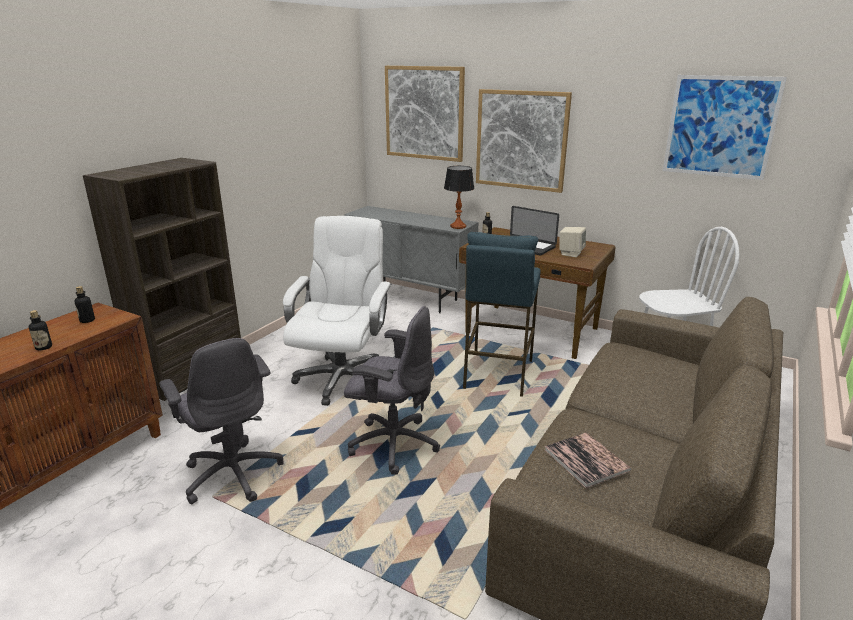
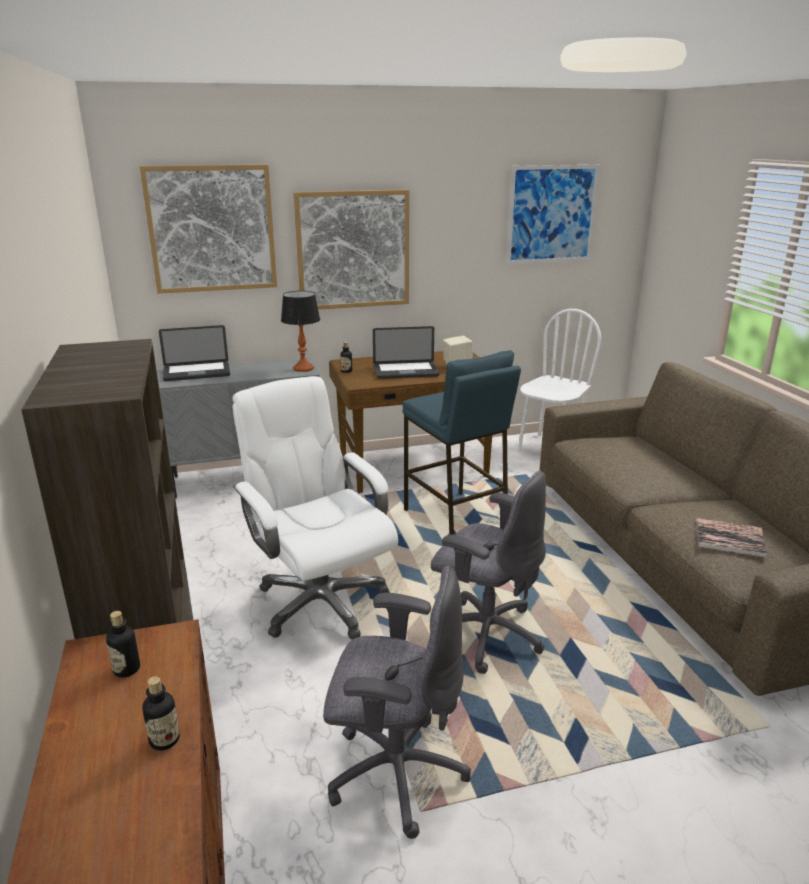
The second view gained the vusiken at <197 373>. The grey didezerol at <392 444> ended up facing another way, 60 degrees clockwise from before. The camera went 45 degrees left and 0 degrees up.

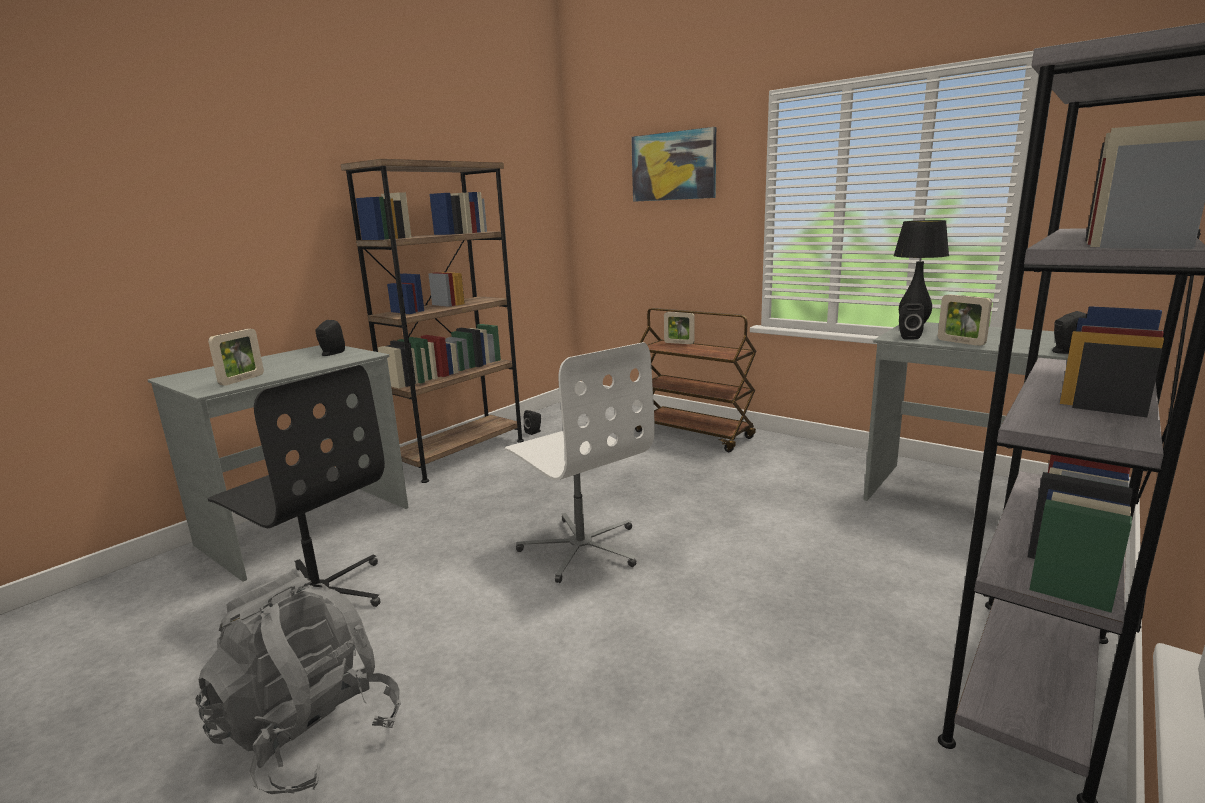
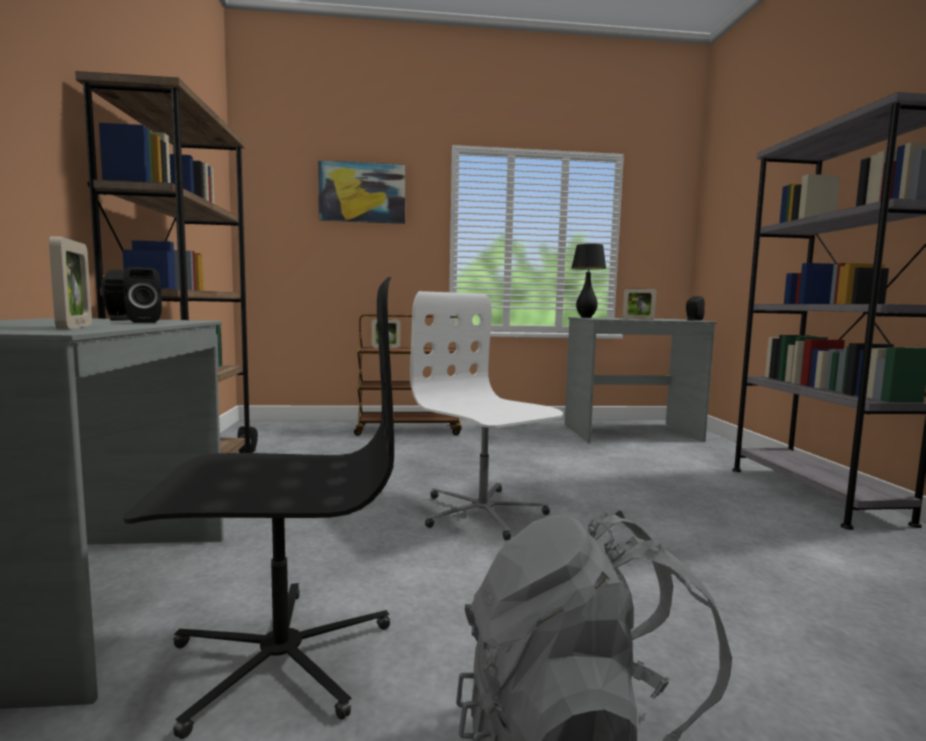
The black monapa ended up elsewhere, having gone from <907 337> to <143 322>. The white didezerol at <581 548> ended up facing another way, 135 degrees counterclockwise from before. The camera went 45 degrees left and 10 degrees down.

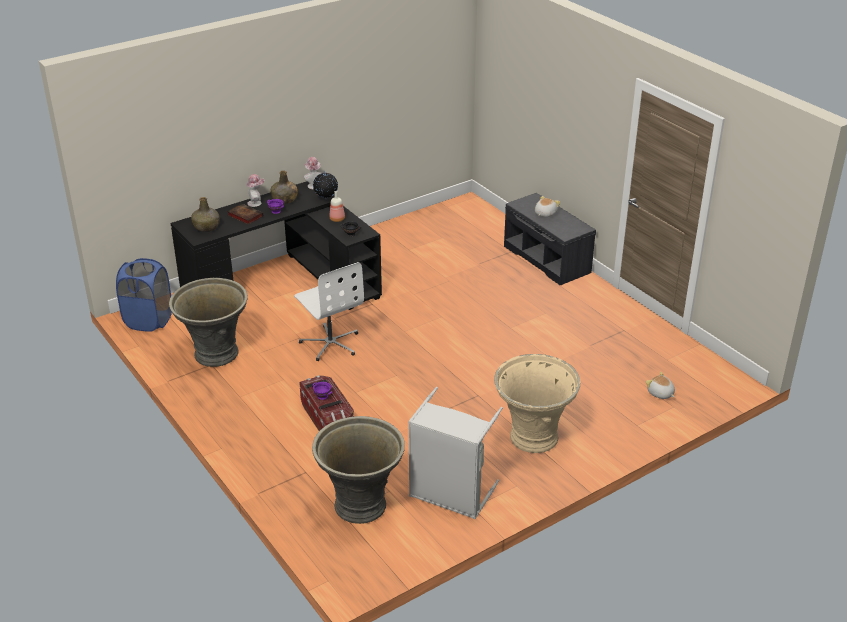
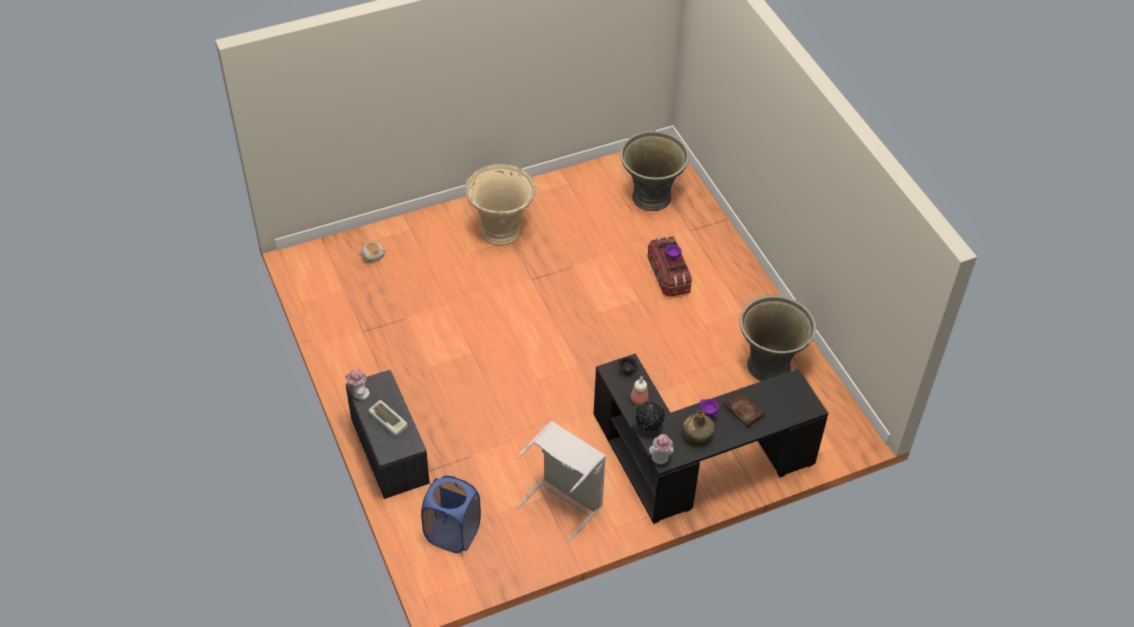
The second view lost the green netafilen at <207 227>. The second view lost the white didezerol at <330 343>. The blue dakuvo ended up elsewhere, having gone from <149 320> to <452 533>. The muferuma ended up elsewhere, having gone from <256 203> to <359 393>. The grey dakuvo ended up elsewhere, having gone from <450 495> to <565 501>. Where the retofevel stood at <544 214>, the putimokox came to stand at <389 420>. The camera went 170 degrees left and 15 degrees up.

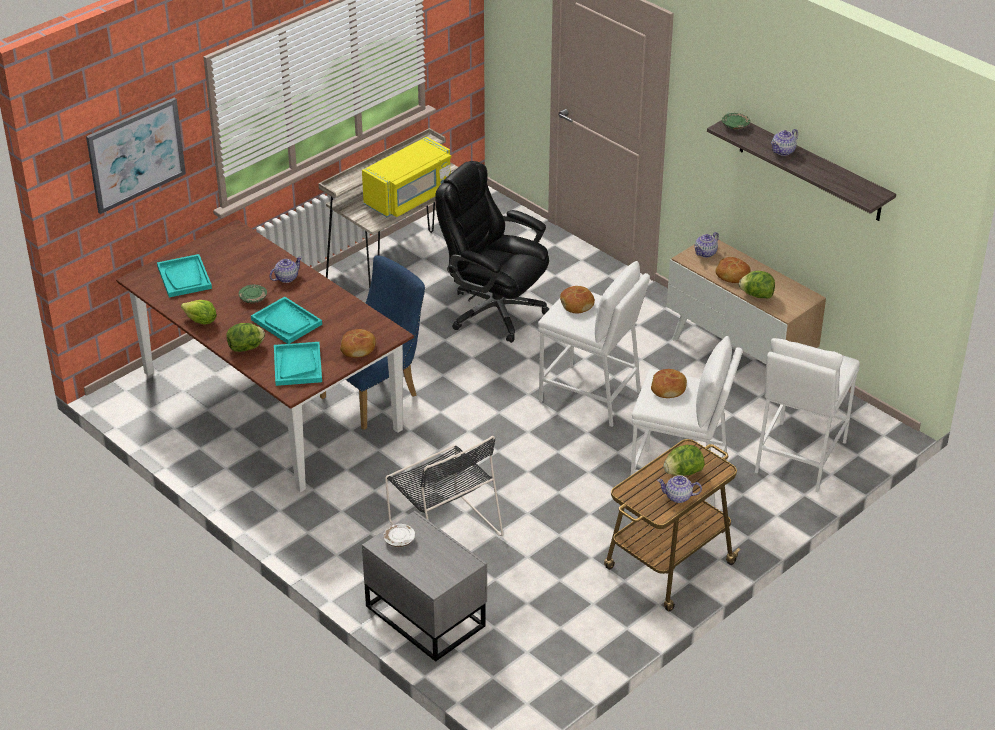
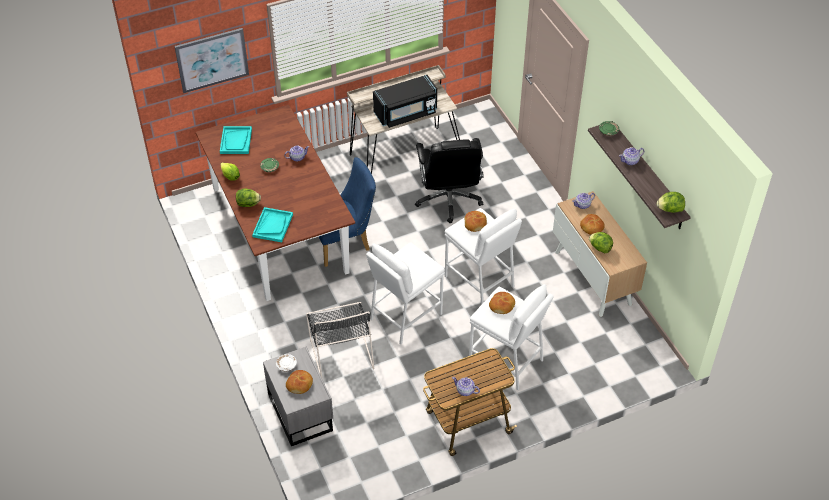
The second view lost the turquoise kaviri at <286 322>. The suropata ended up elsewhere, having gone from <358 348> to <300 384>. The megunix ended up elsewhere, having gone from <683 472> to <669 209>. The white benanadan ended up elsewhere, having gone from <799 457> to <405 316>. What was the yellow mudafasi at <409 197> turned into the black mudafasi at <406 113>. The black didezerol at <494 311> ended up facing another way, 150 degrees counterclockwise from before. The camera went 20 degrees right and 10 degrees up.

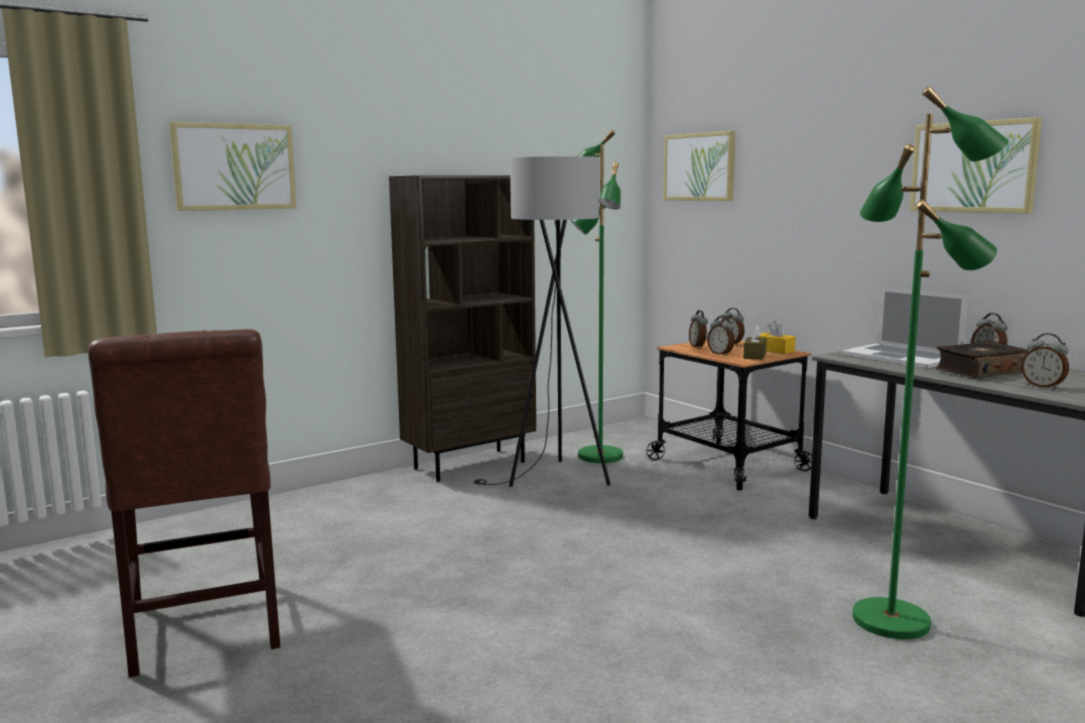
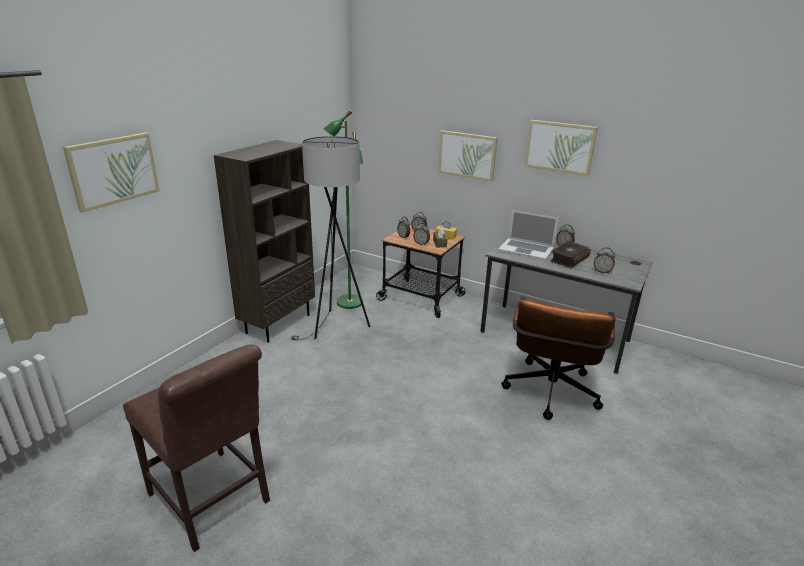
The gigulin ended up elsewhere, having gone from <699 167> to <467 155>. Where the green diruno stood at <892 620>, the brown didezerol came to stand at <549 395>. The camera went 25 degrees left and 15 degrees up.

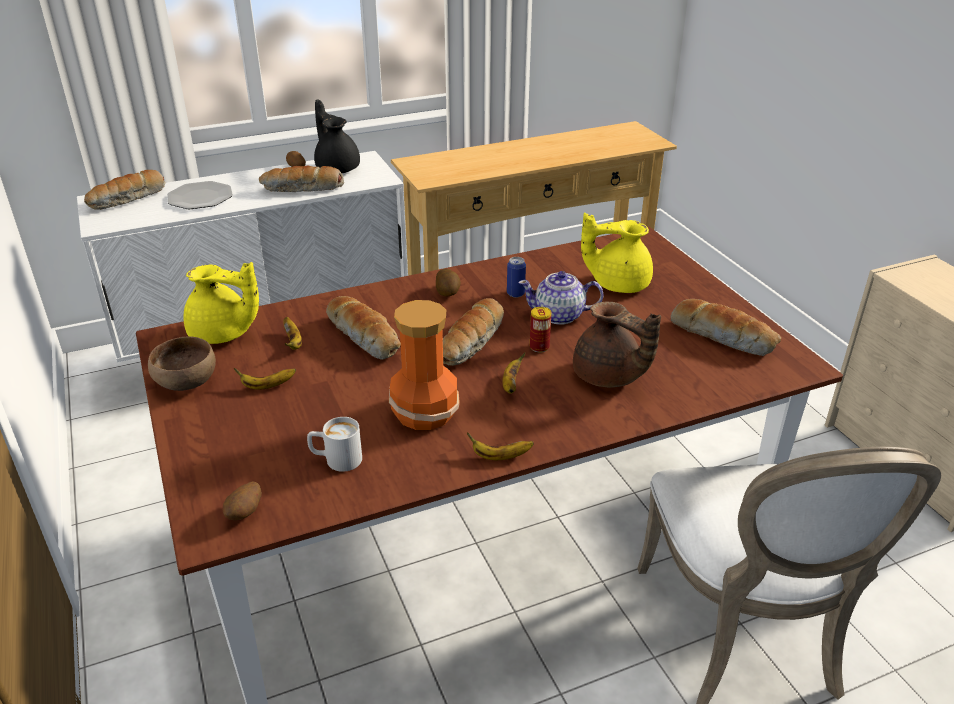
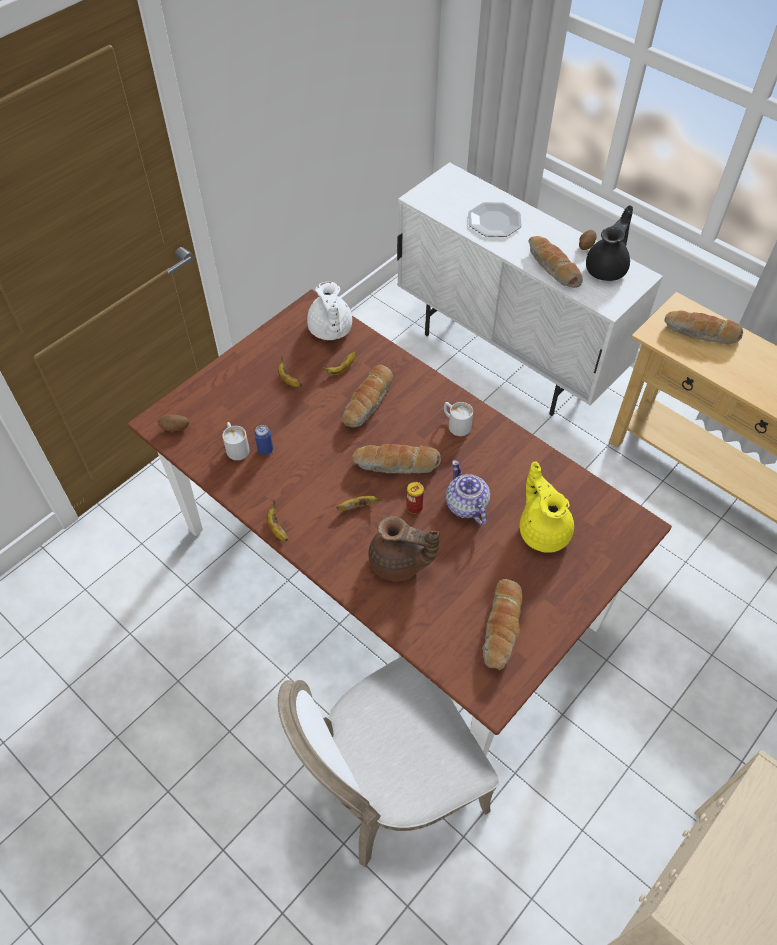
The second view lost the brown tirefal at <185 383>. The second view lost the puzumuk at <423 412>. The suropata ended up elsewhere, having gone from <128 199> to <700 334>. The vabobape ended up elsewhere, having gone from <515 293> to <265 450>. Where the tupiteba stood at <448 292>, the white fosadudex came to stand at <455 424>. What was the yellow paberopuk at <223 334> turned into the white paberopuk at <330 330>. The brown paberopuk at <608 377> ended up facing another way, 90 degrees counterclockwise from before. The camera went 65 degrees right and 20 degrees up.

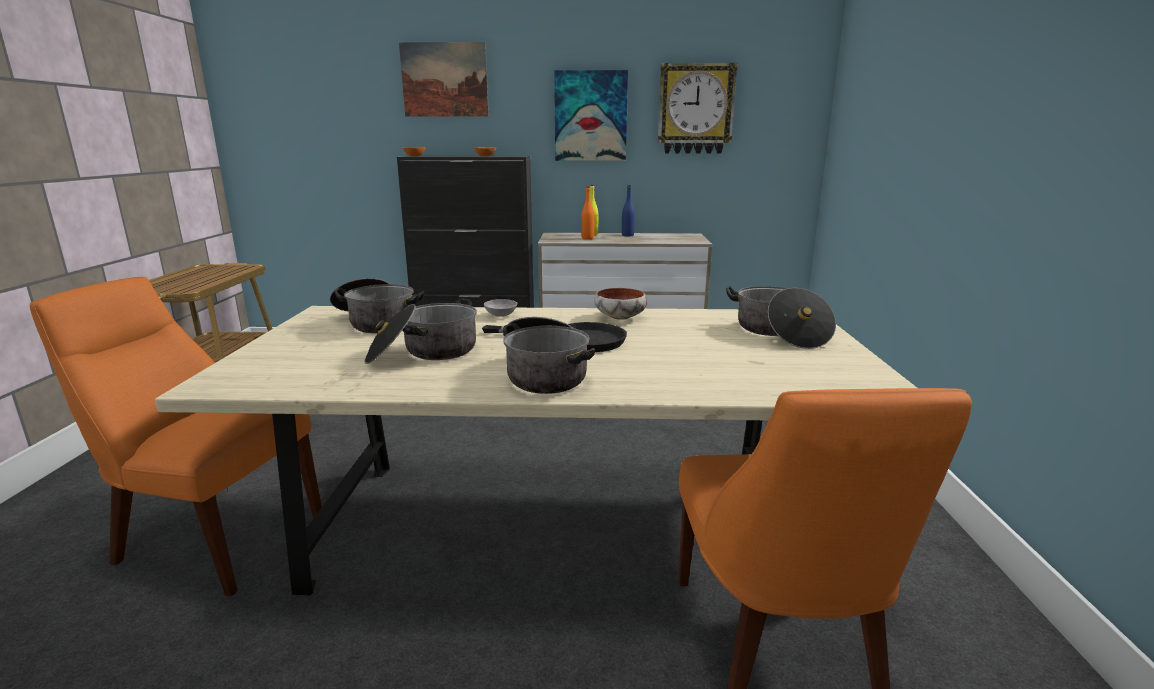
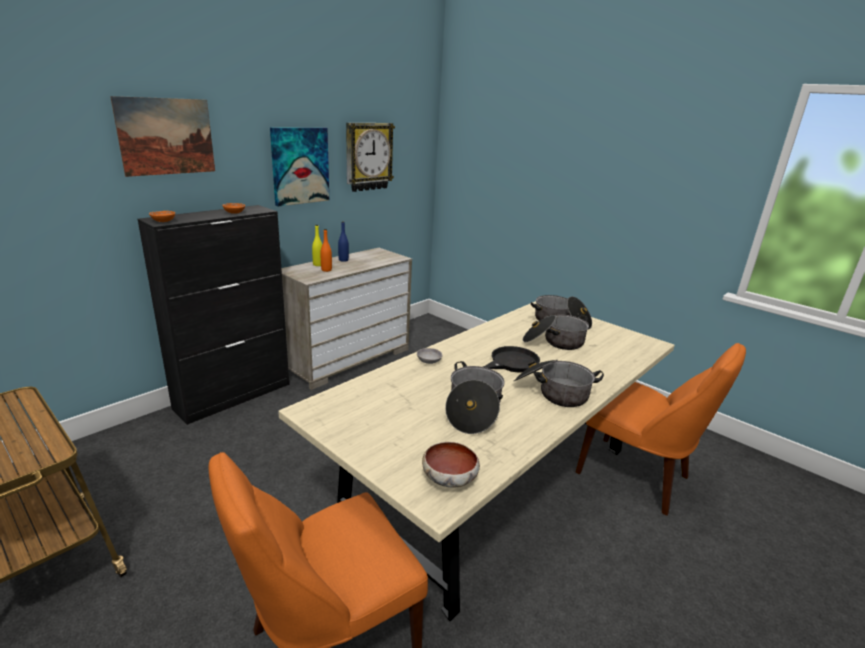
The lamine ended up elsewhere, having gone from <376 322> to <554 342>. The tirefal ended up elsewhere, having gone from <621 318> to <450 478>. The camera went 50 degrees left and 5 degrees up.

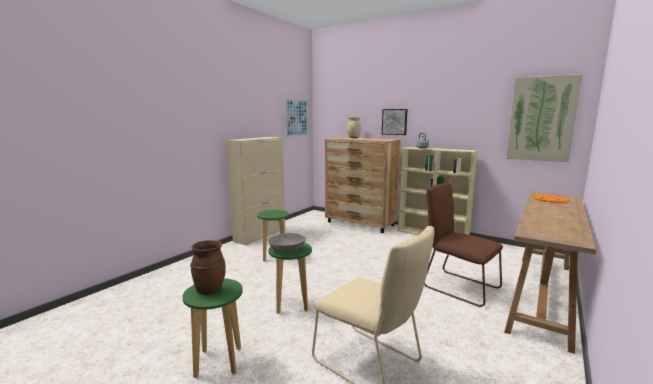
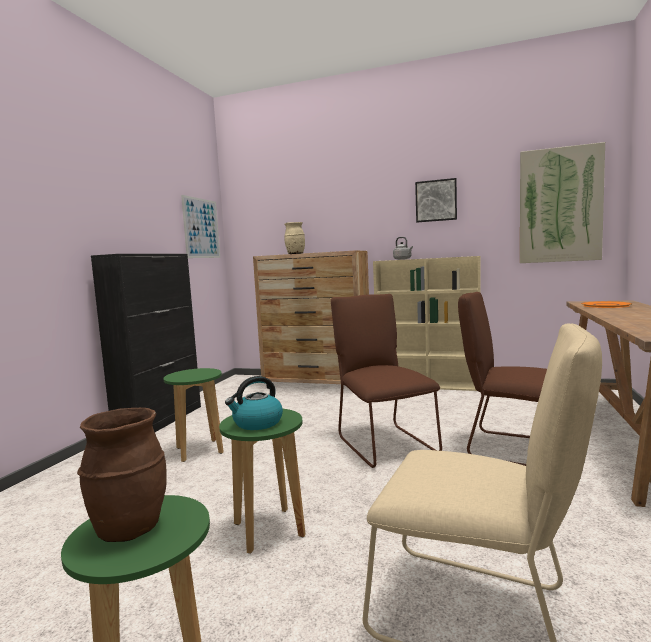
The second view gained the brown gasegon at <384 443>. The gigulin ended up elsewhere, having gone from <394 121> to <436 201>. Where the grey tirefal stood at <287 250>, the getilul came to stand at <257 423>. What was the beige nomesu at <260 235> turned into the black nomesu at <161 421>. The camera went 15 degrees left and 5 degrees down.

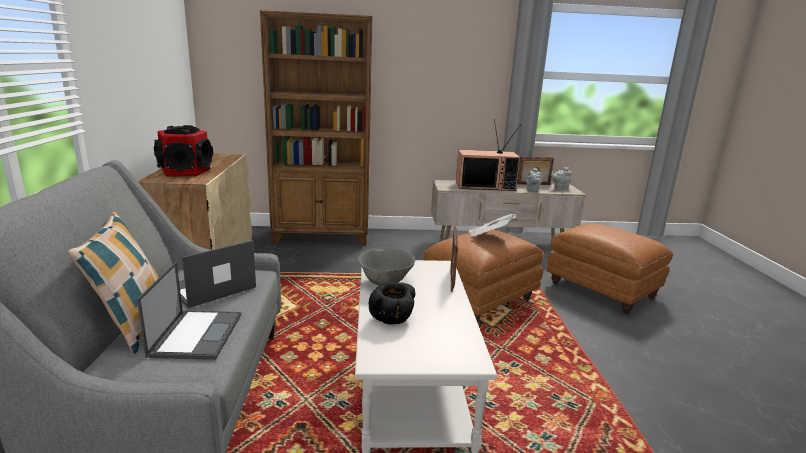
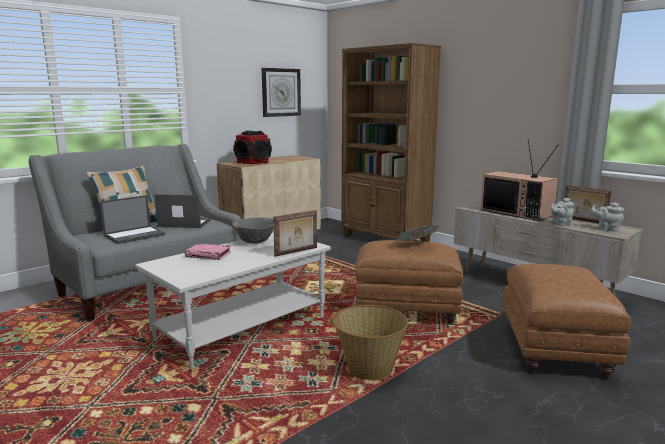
The second view gained the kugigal at <281 92>. The second view gained the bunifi at <369 368>. Where the black tirefal stood at <393 318>, the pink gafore came to stand at <209 255>. The camera went 50 degrees right and 5 degrees down.

